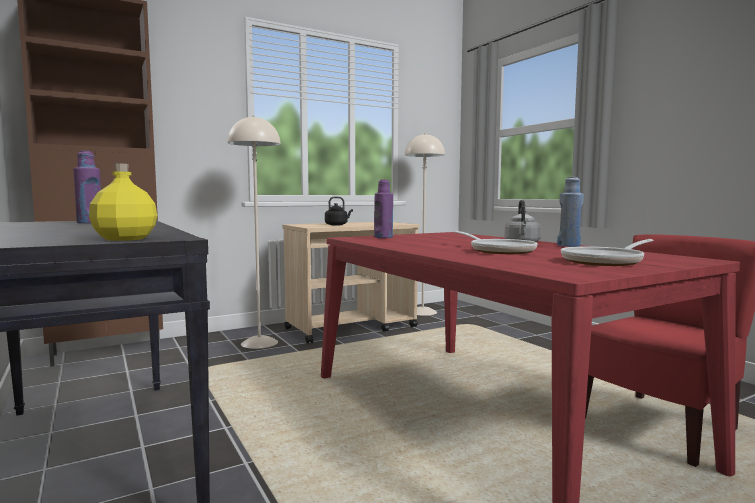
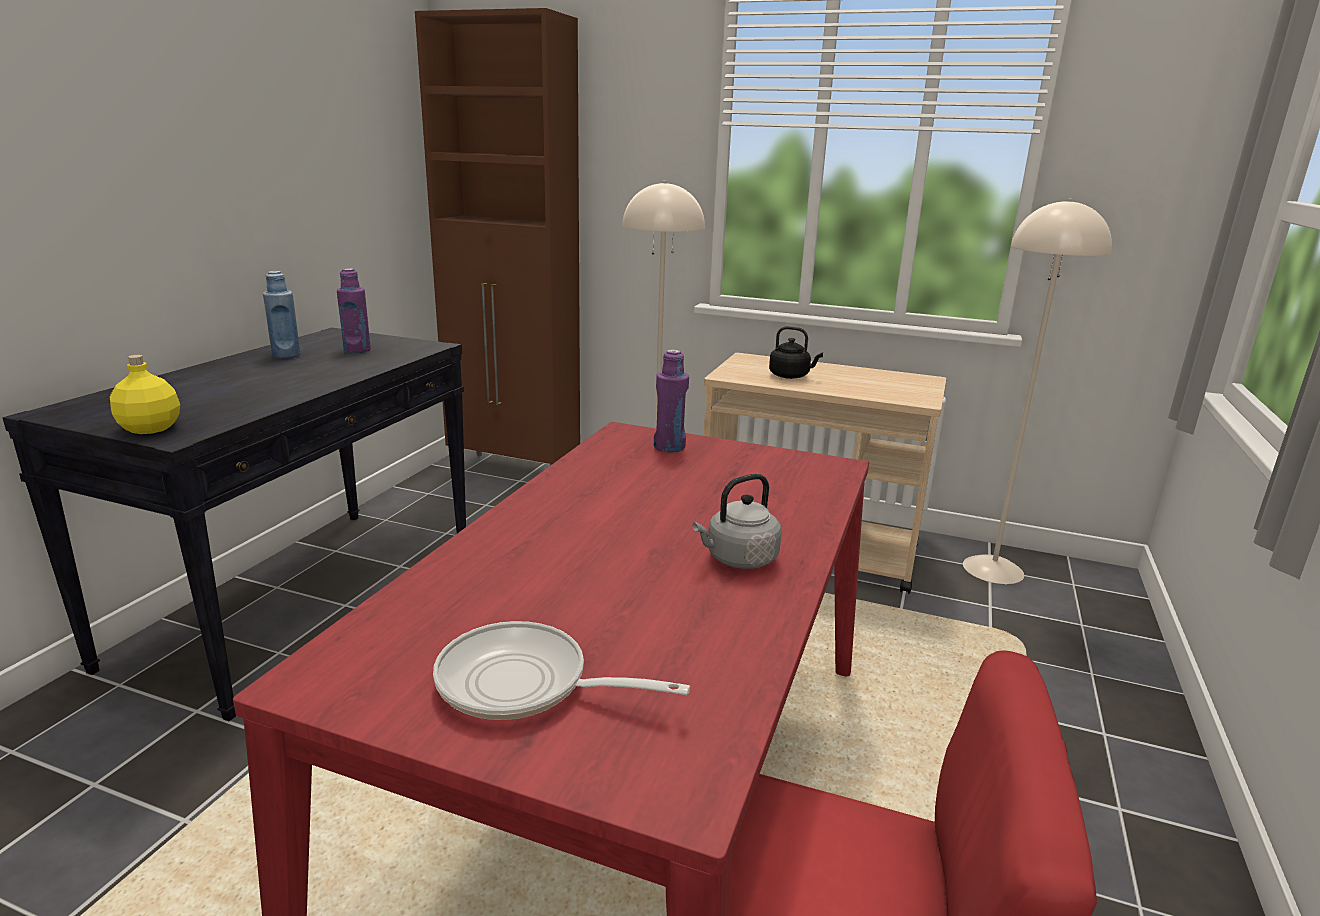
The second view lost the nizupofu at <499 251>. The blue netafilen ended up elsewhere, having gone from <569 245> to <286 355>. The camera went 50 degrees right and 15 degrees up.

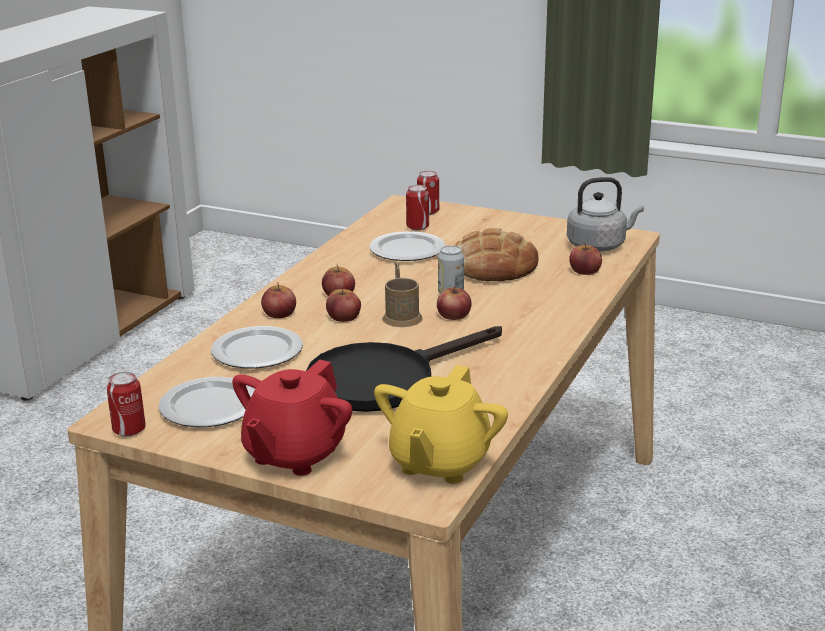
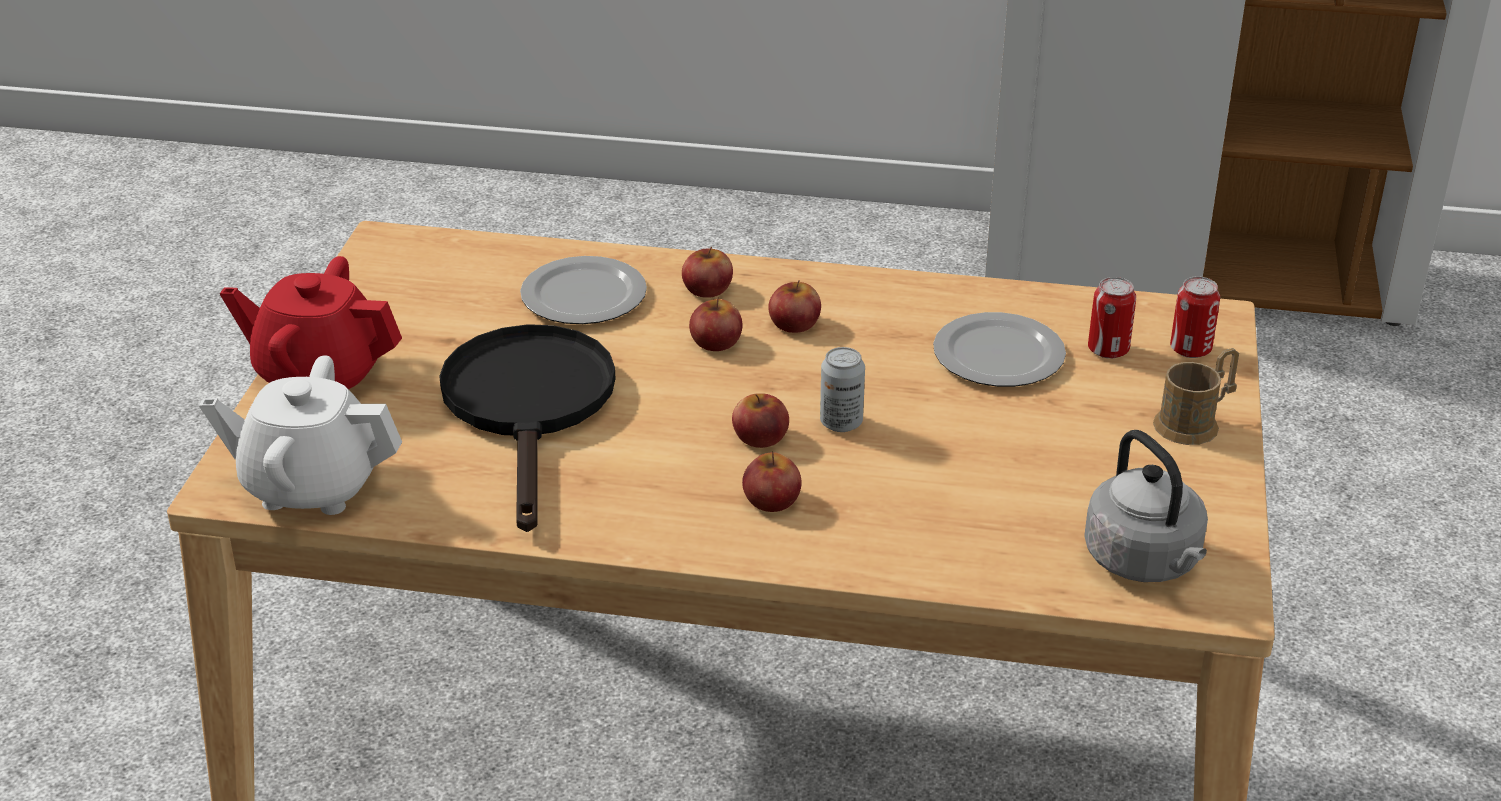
The second view lost the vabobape at <129 430>. The second view lost the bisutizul at <208 406>. The second view lost the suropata at <493 266>. The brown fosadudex ended up elsewhere, having gone from <401 315> to <1194 423>. The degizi ended up elsewhere, having gone from <585 270> to <771 499>. What was the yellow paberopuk at <439 463> turned into the white paberopuk at <311 485>. The black nizupofu at <385 379> ended up facing another way, 45 degrees clockwise from before. The camera went 75 degrees right and 10 degrees up.

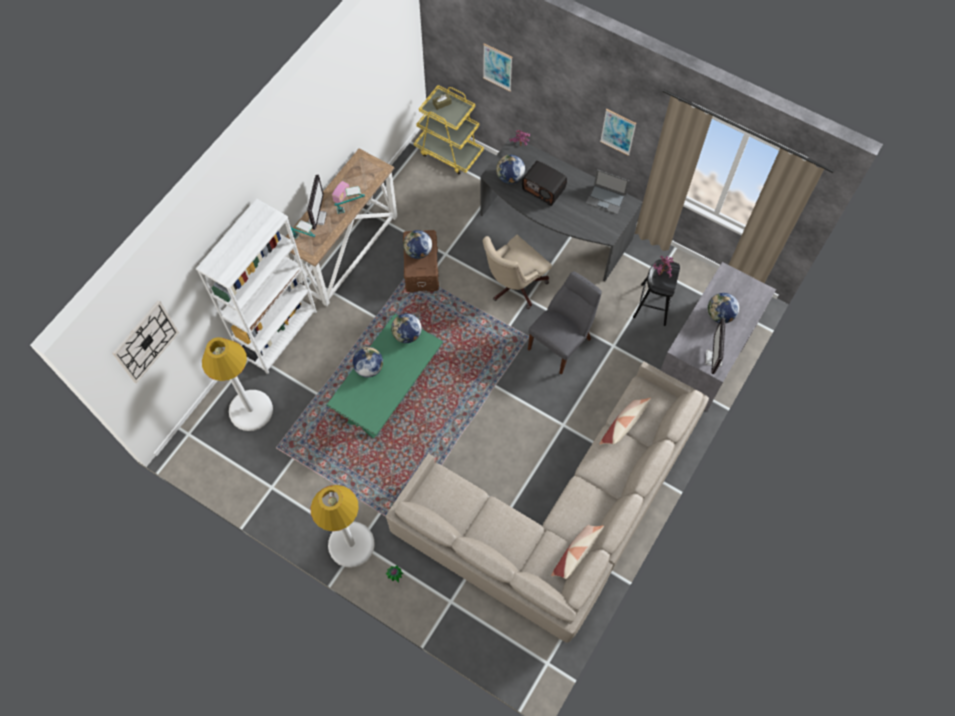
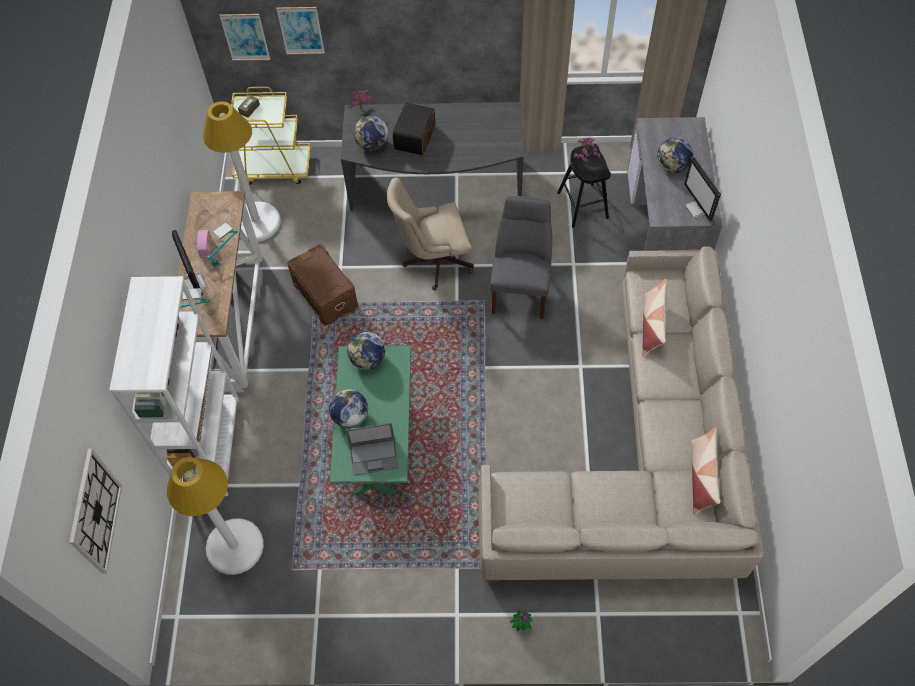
The second view lost the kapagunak at <418 252>. The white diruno ended up elsewhere, having gone from <351 544> to <256 222>. The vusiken ended up elsewhere, having gone from <606 199> to <374 456>. The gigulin ended up elsewhere, having gone from <618 132> to <245 37>. The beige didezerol at <513 286> ended up facing another way, 60 degrees clockwise from before. The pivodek at <544 189> ended up facing another way, 105 degrees clockwise from before. The camera went 30 degrees left and 5 degrees down.

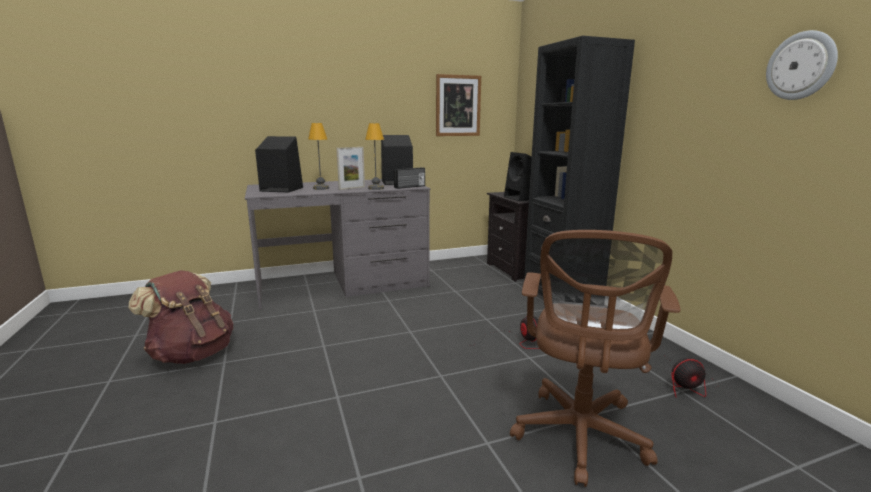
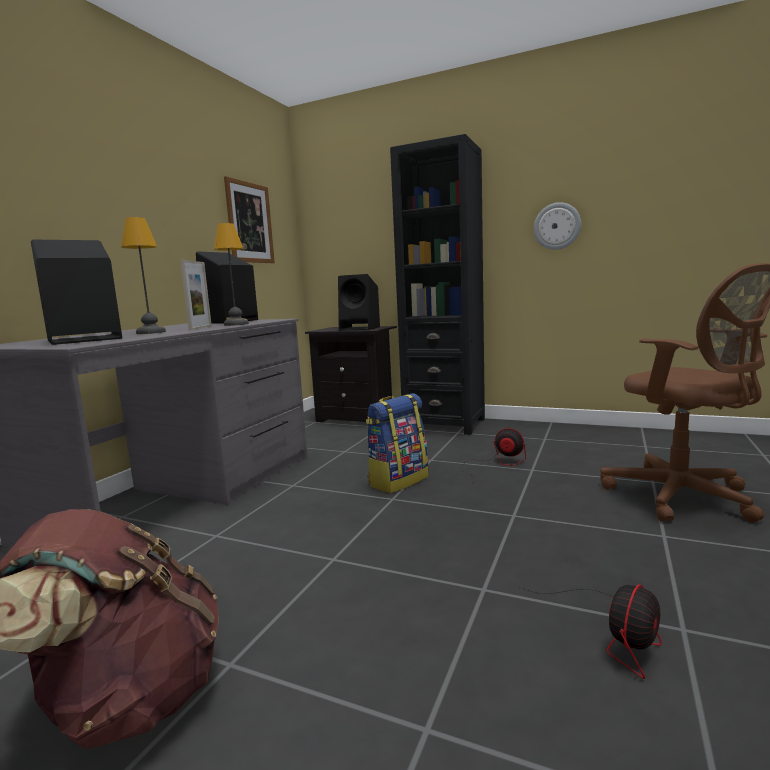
The second view lost the pivodek at <410 187>. The second view gained the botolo at <398 480>. The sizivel ended up elsewhere, having gone from <688 385> to <614 633>. The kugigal ended up elsewhere, having gone from <801 66> to <557 226>. The camera went 45 degrees left and 5 degrees down.

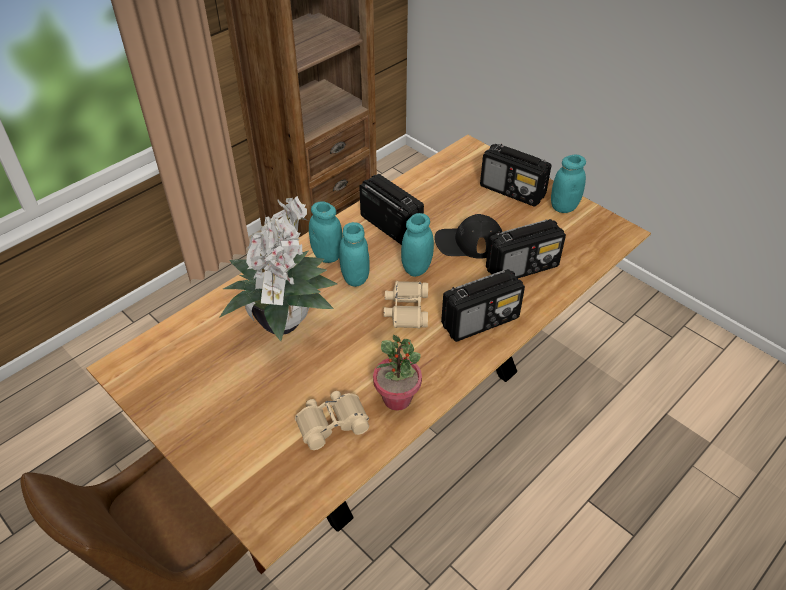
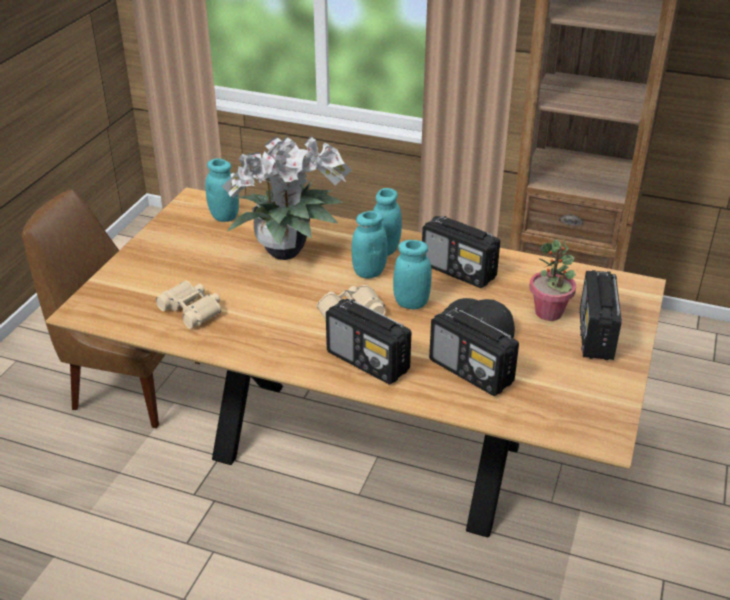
The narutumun ended up elsewhere, having gone from <397 398> to <549 313>. The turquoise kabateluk ended up elsewhere, having gone from <563 207> to <224 216>. The pivodek at <390 226> ended up facing another way, 105 degrees clockwise from before. The camera went 65 degrees right and 10 degrees down.

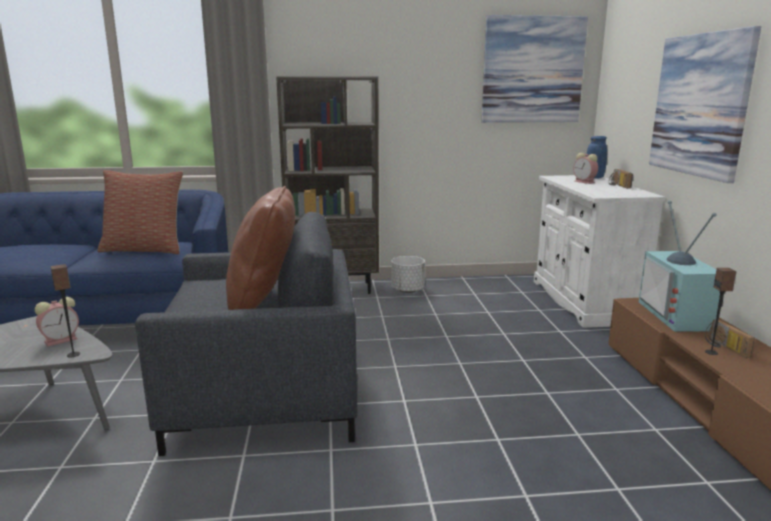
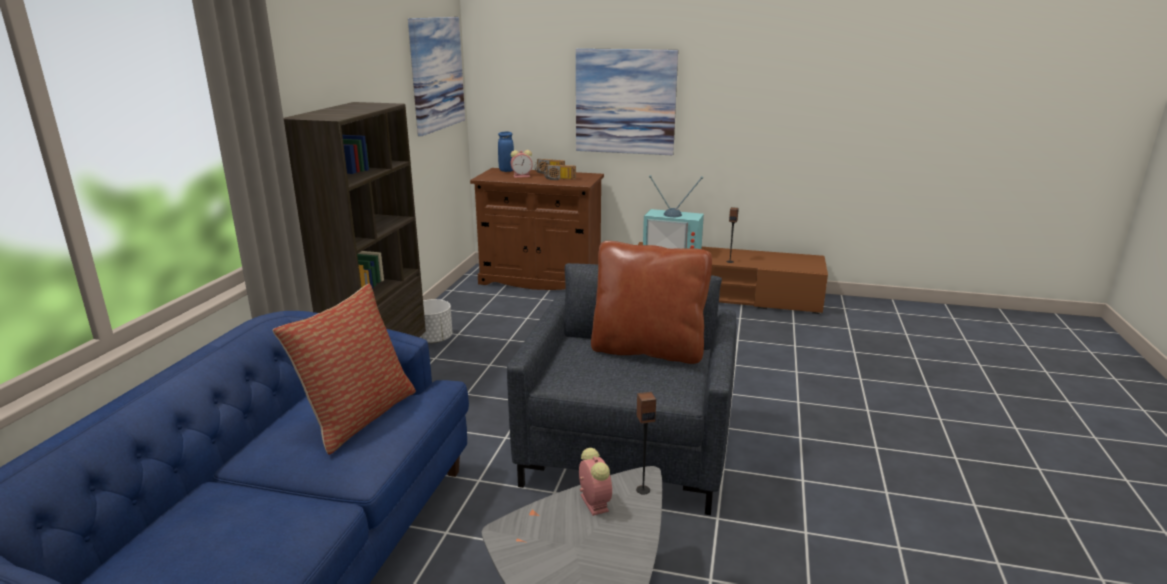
The pivodek ended up elsewhere, having gone from <724 347> to <559 179>. What was the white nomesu at <584 301> turned into the brown nomesu at <540 280>. The camera went 70 degrees left and 5 degrees up.

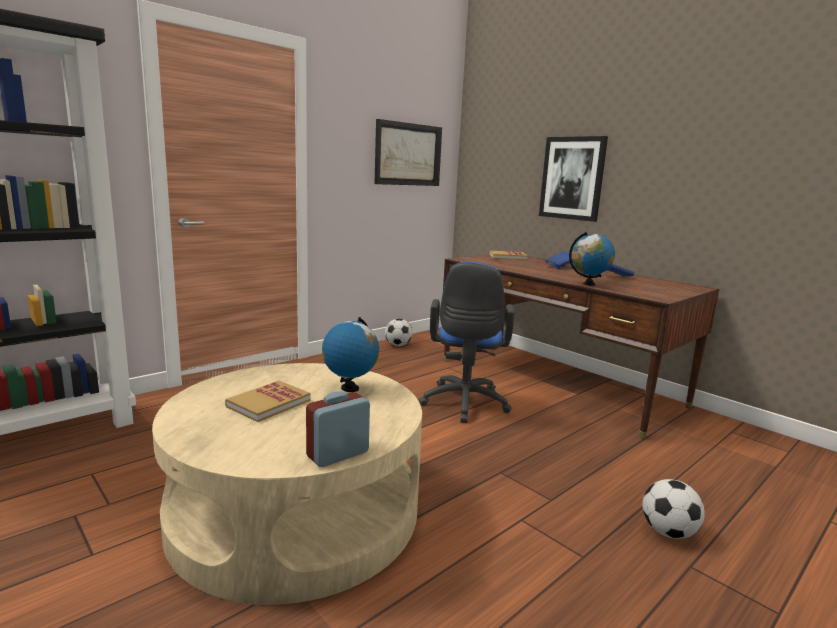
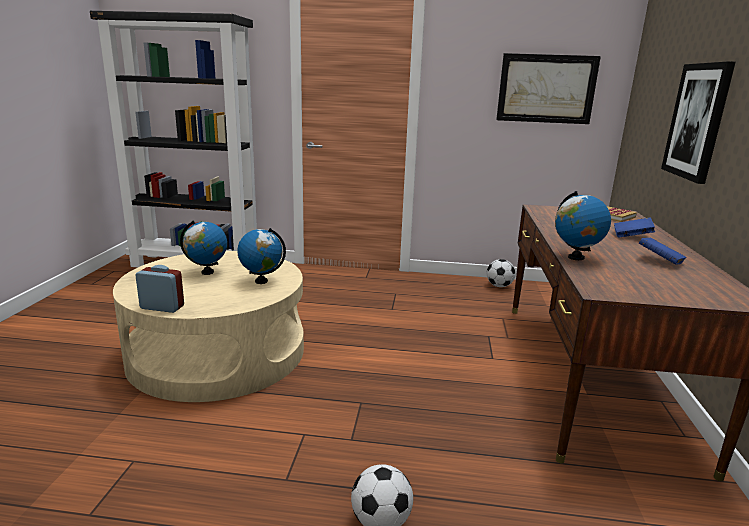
The second view lost the blue didezerol at <464 405>. Where the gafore stood at <268 403>, the kapagunak came to stand at <207 272>. The camera went 50 degrees right and 5 degrees up.

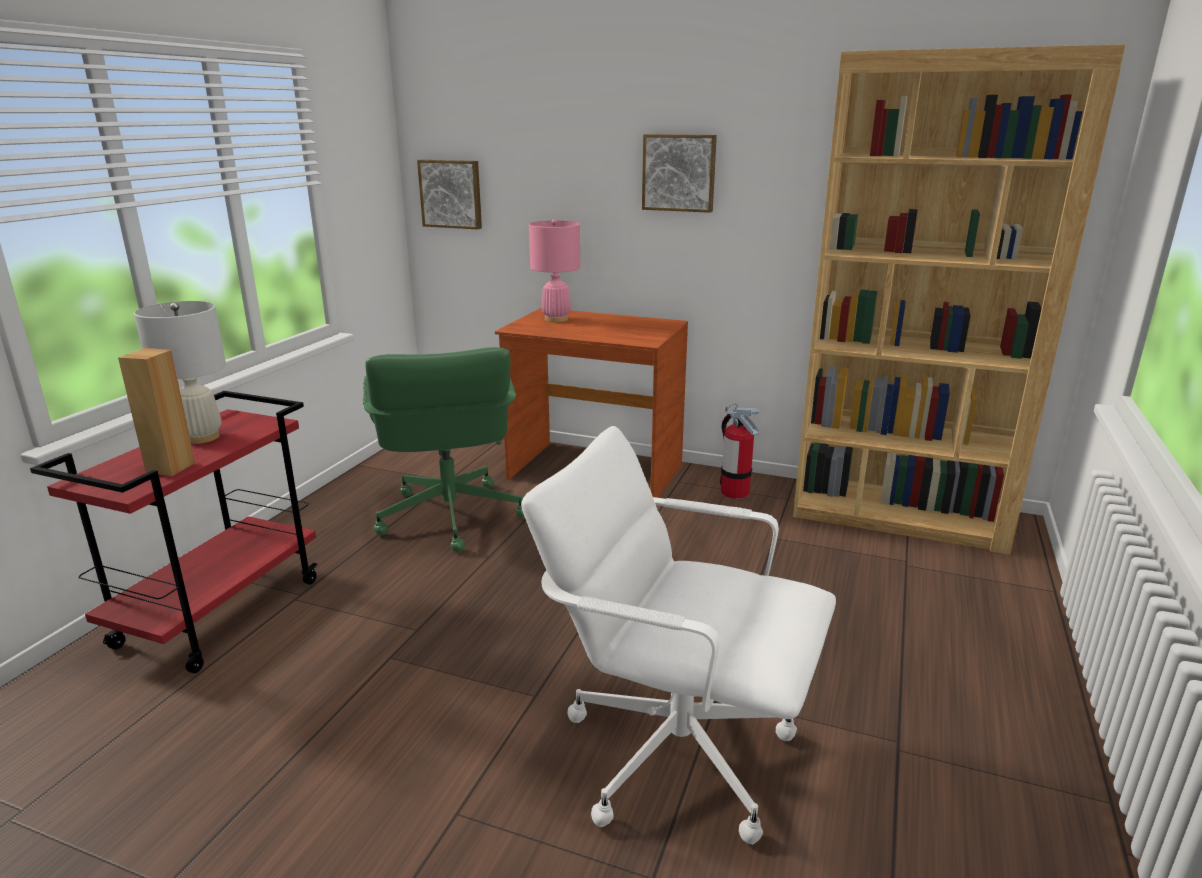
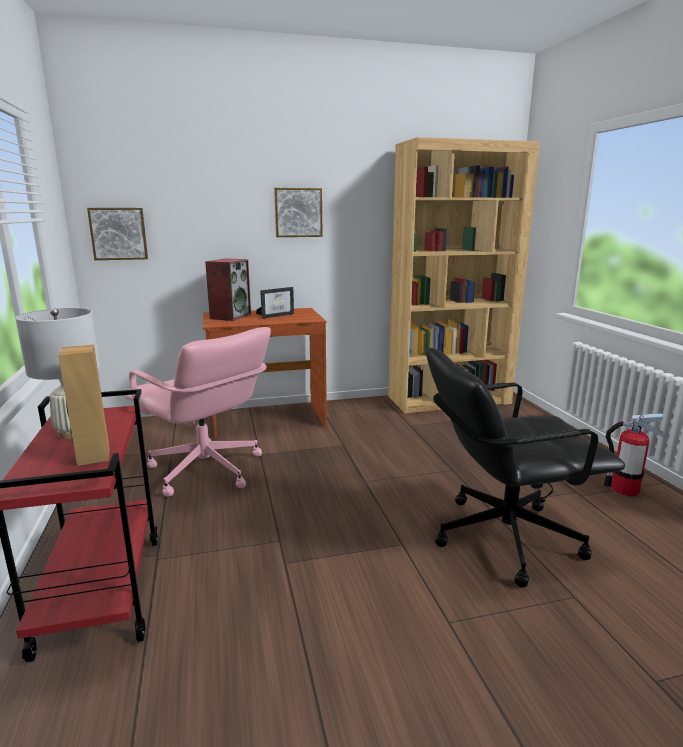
The second view gained the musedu at <276 315>. The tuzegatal ended up elsewhere, having gone from <734 492> to <624 489>. Where the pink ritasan stood at <556 319>, the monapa came to stand at <230 316>. What was the green didezerol at <449 517> turned into the pink didezerol at <206 470>. What was the white didezerol at <676 750> turned into the black didezerol at <503 537>. The camera went 35 degrees left and 5 degrees down.

